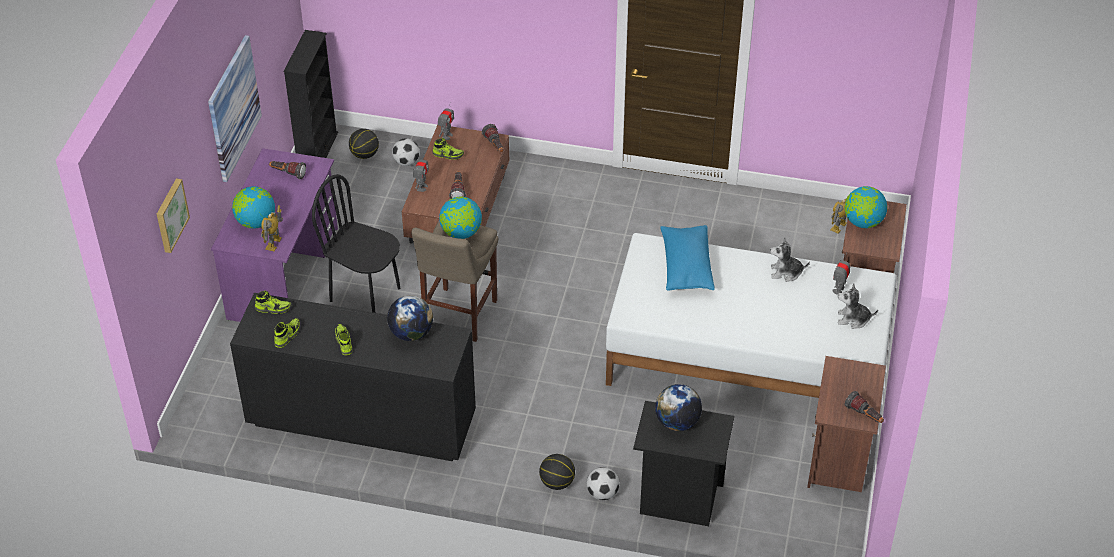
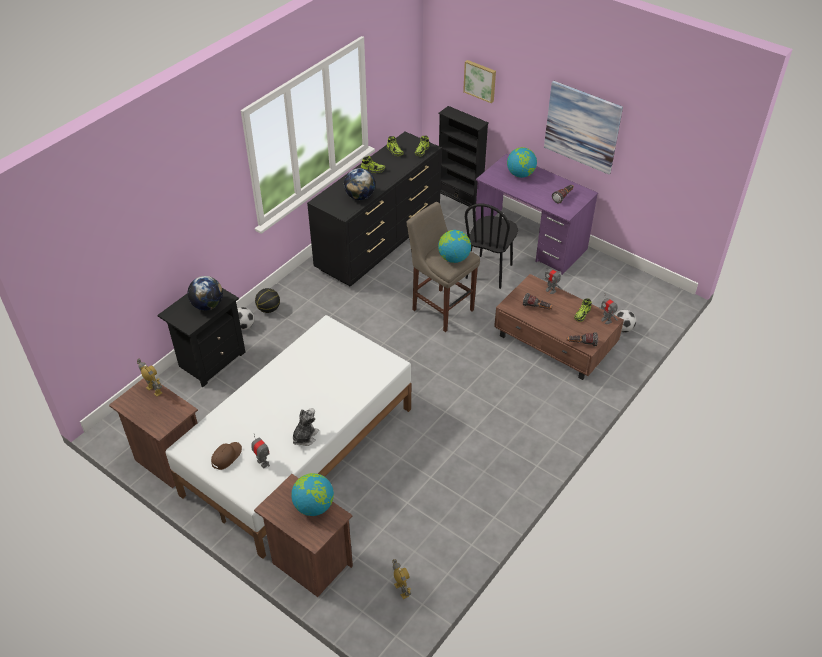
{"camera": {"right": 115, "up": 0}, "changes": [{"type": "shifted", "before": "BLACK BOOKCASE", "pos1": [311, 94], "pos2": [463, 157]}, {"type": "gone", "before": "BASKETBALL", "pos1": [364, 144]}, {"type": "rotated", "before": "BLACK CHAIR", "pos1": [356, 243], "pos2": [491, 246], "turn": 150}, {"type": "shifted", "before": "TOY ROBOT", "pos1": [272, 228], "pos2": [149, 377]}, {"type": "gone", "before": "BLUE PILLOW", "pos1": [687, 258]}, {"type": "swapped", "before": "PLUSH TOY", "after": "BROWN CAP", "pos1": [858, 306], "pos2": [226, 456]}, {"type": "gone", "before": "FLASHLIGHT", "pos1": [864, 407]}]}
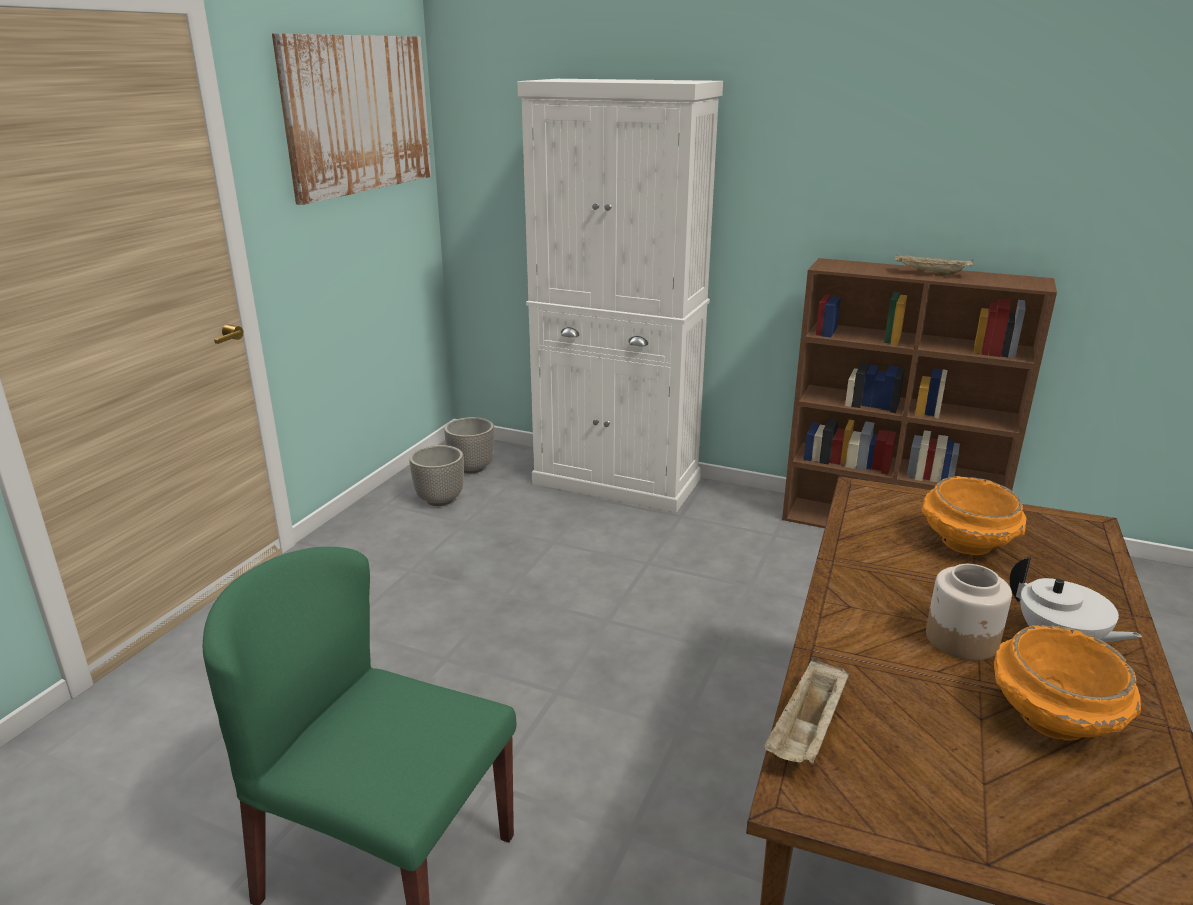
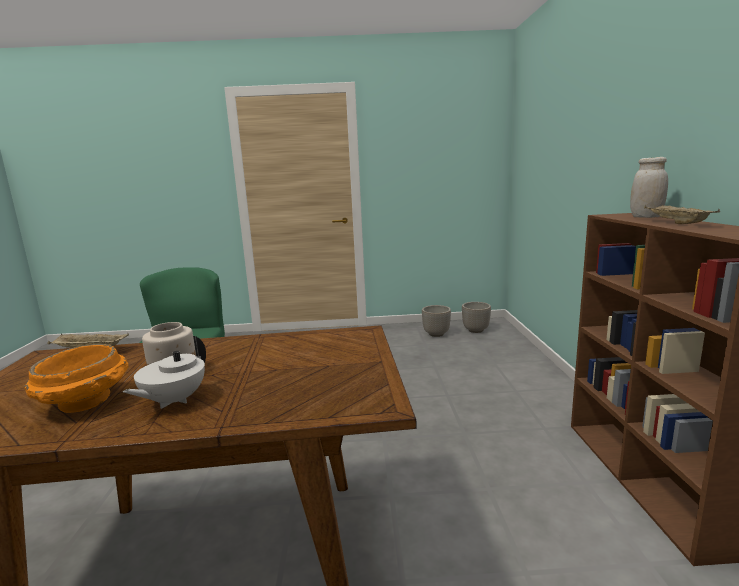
{"camera": {"right": 65, "up": -10}, "changes": [{"type": "gone", "before": "PICTURE", "pos1": [352, 119]}, {"type": "gone", "before": "WHITE CABINET", "pos1": [620, 296]}, {"type": "gone", "before": "ORANGE BOWL", "pos1": [974, 515]}, {"type": "new", "after": "WHITE JAR", "pos2": [649, 187]}]}
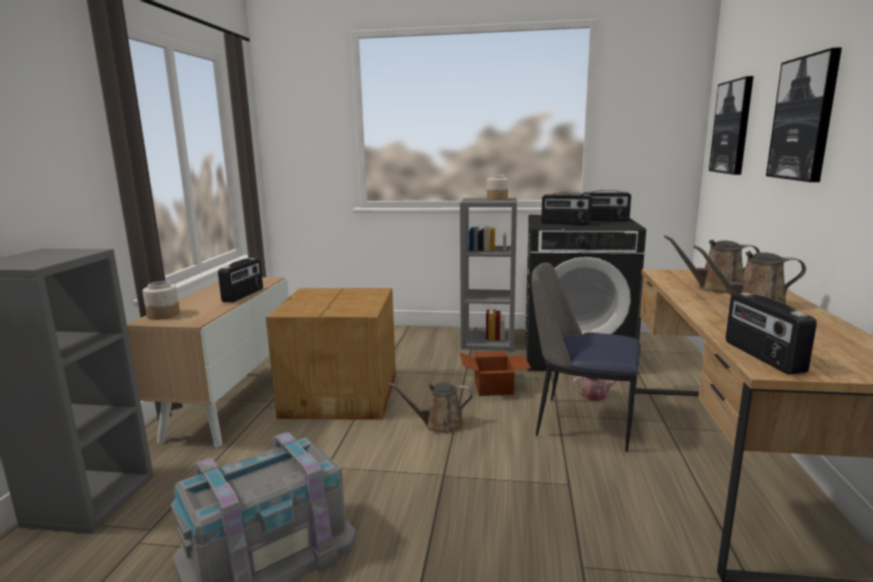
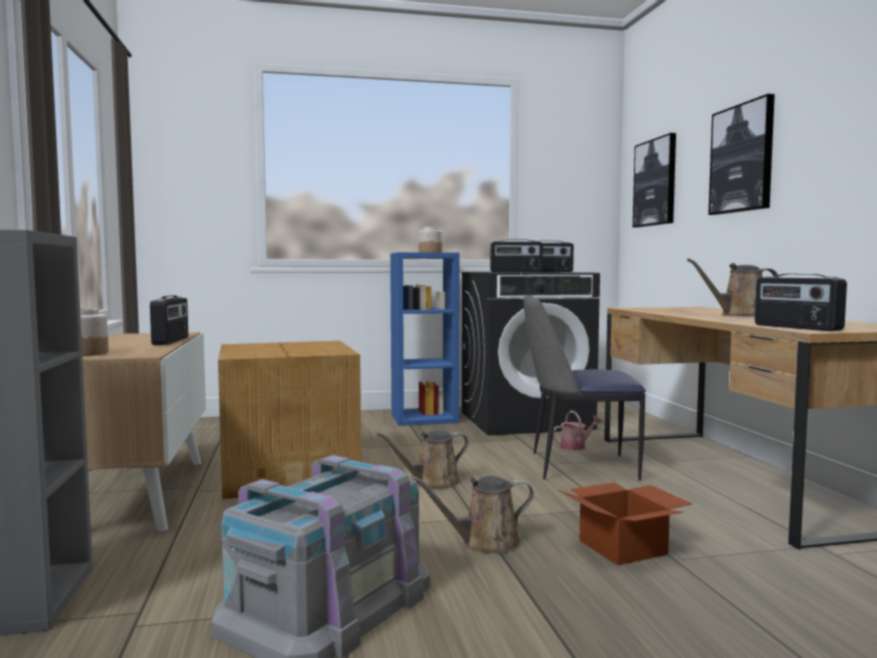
{"camera": {"right": -20, "up": -10}, "changes": [{"type": "repainted", "before": "GREY BOOKCASE", "after": "BLUE BOOKCASE", "pos1": [488, 274], "pos2": [425, 339]}, {"type": "shifted", "before": "BROWN WATERING CAN", "pos1": [712, 264], "pos2": [472, 514]}, {"type": "shifted", "before": "CARDBOARD BOX", "pos1": [495, 373], "pos2": [625, 523]}]}
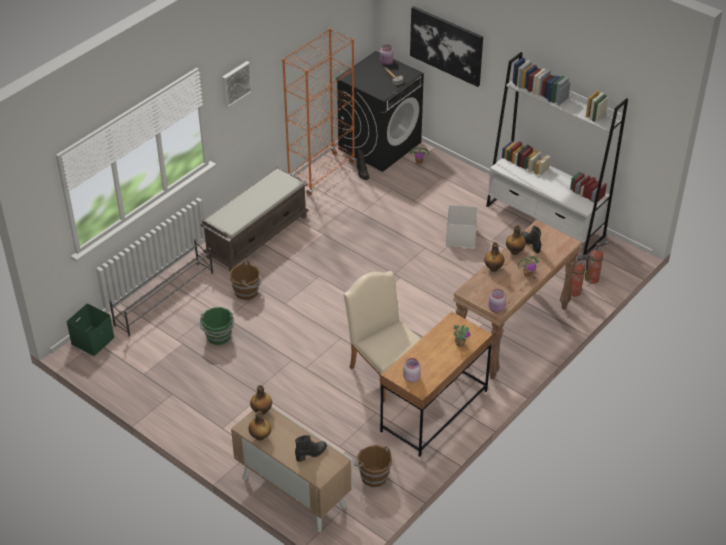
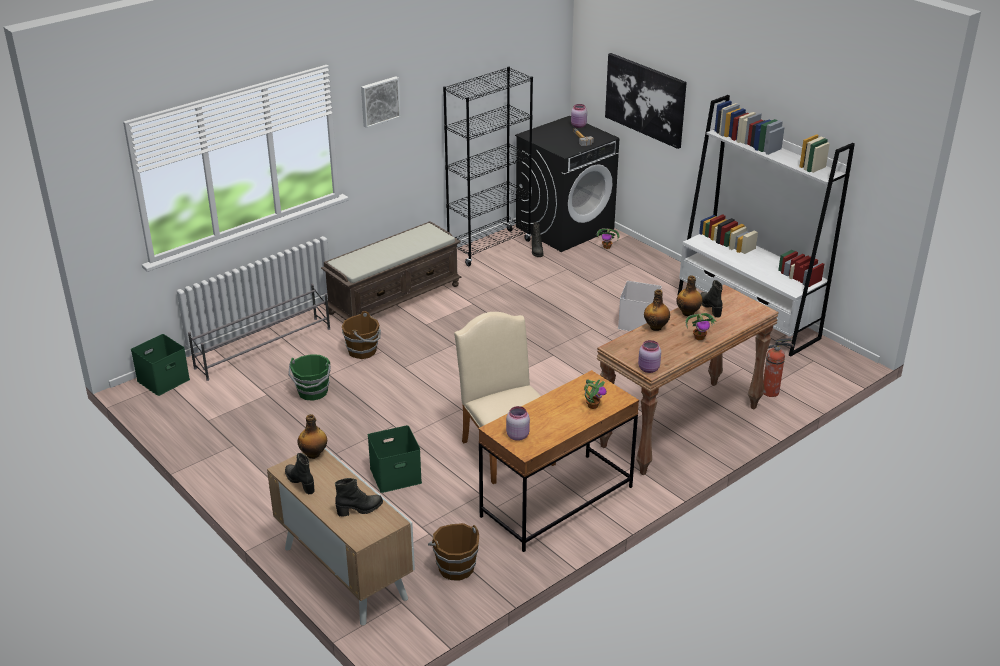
{"camera": {"right": 10, "up": -10}, "changes": [{"type": "repainted", "before": "ORANGE BOOKCASE", "after": "BLACK BOOKCASE", "pos1": [318, 112], "pos2": [488, 166]}, {"type": "gone", "before": "FIRE EXTINGUISHER", "pos1": [597, 261]}, {"type": "swapped", "before": "BOTTLE", "after": "BLACK BOOT", "pos1": [260, 426], "pos2": [299, 473]}, {"type": "new", "after": "GREEN STORAGE BOX", "pos2": [395, 459]}]}
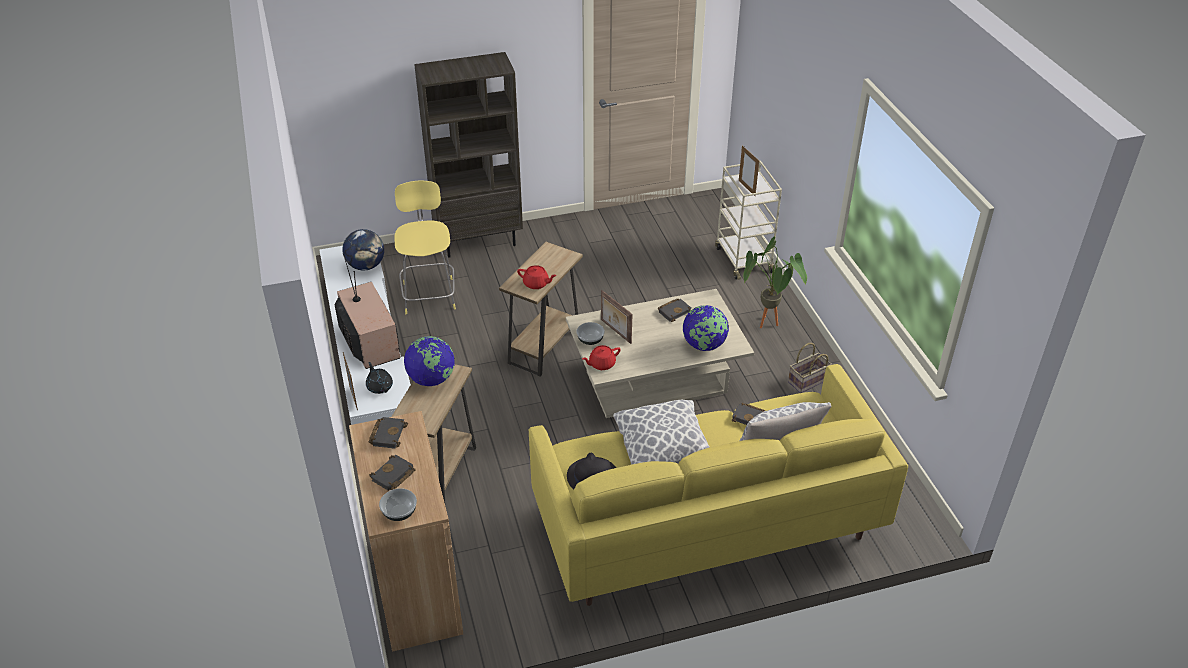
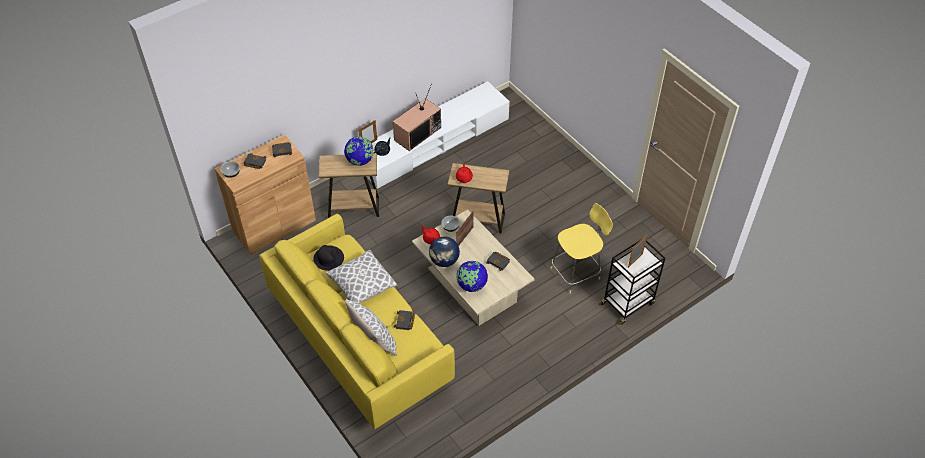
{"camera": {"right": 70, "up": 10}, "changes": [{"type": "gone", "before": "BROWN BOOKCASE", "pos1": [468, 155]}, {"type": "repainted", "before": "BEIGE CART", "after": "BLACK CART", "pos1": [748, 220], "pos2": [632, 282]}, {"type": "shifted", "before": "YELLOW STOOL", "pos1": [425, 247], "pos2": [581, 248]}, {"type": "shifted", "before": "GLOBE", "pos1": [363, 249], "pos2": [444, 251]}, {"type": "gone", "before": "POTTED PLANT", "pos1": [775, 282]}, {"type": "gone", "before": "BASKET", "pos1": [810, 368]}]}
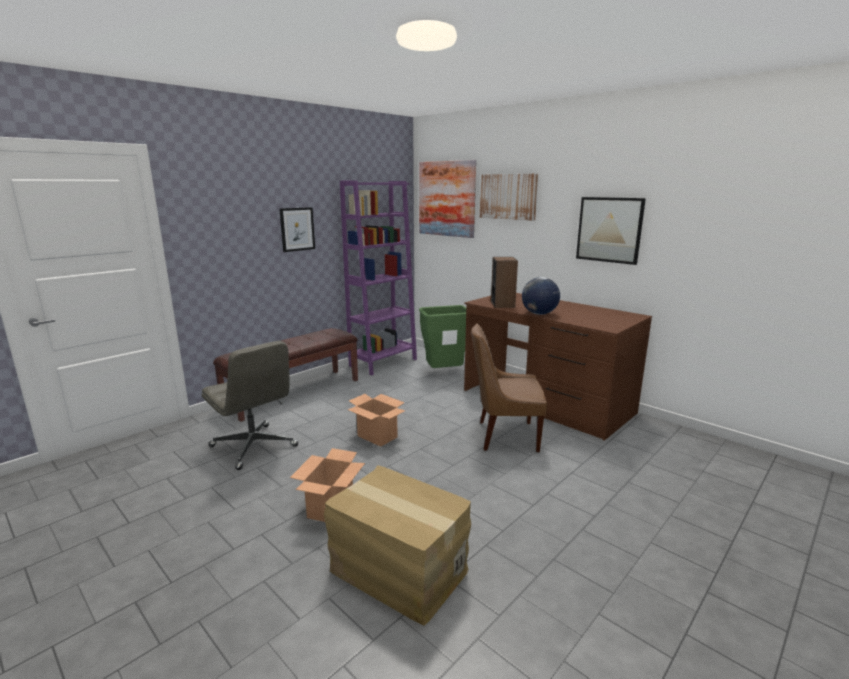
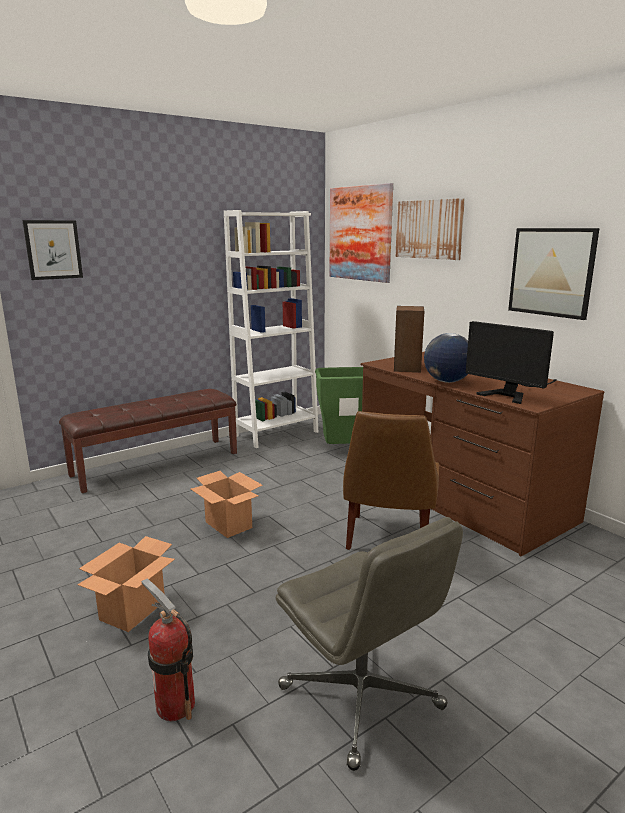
{"camera": {"right": 10, "up": 0}, "changes": [{"type": "repainted", "before": "PURPLE BOOKCASE", "after": "WHITE BOOKCASE", "pos1": [378, 278], "pos2": [271, 329]}, {"type": "shifted", "before": "PICTURE", "pos1": [297, 229], "pos2": [52, 250]}, {"type": "rotated", "before": "BROWN CHAIR", "pos1": [509, 387], "pos2": [391, 480], "turn": -90}, {"type": "shifted", "before": "GREY OFFICE CHAIR", "pos1": [250, 405], "pos2": [369, 644]}, {"type": "swapped", "before": "CARDBOARD BOX", "after": "FIRE EXTINGUISHER", "pos1": [397, 545], "pos2": [168, 649]}, {"type": "new", "after": "MONITOR", "pos2": [511, 362]}]}
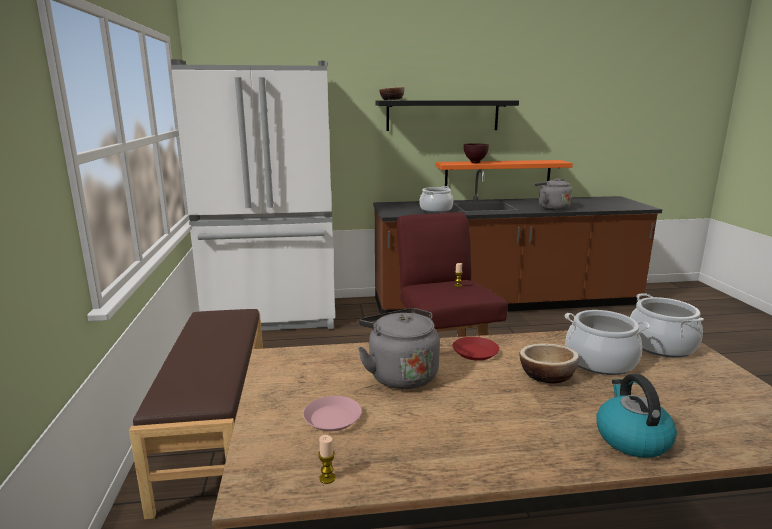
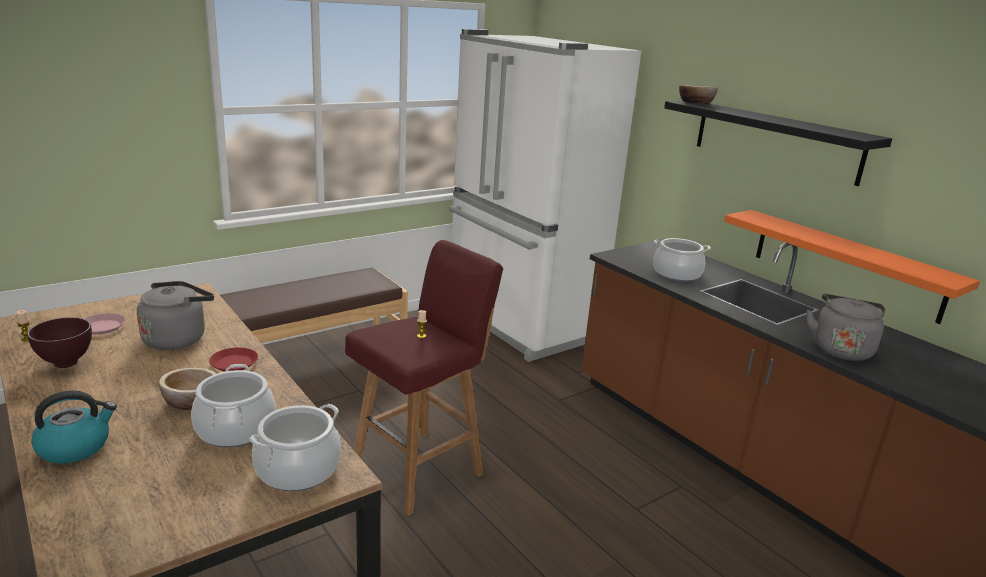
{"camera": {"right": 60, "up": 5}, "changes": [{"type": "shifted", "before": "BROWN BOWL", "pos1": [476, 153], "pos2": [59, 342]}]}
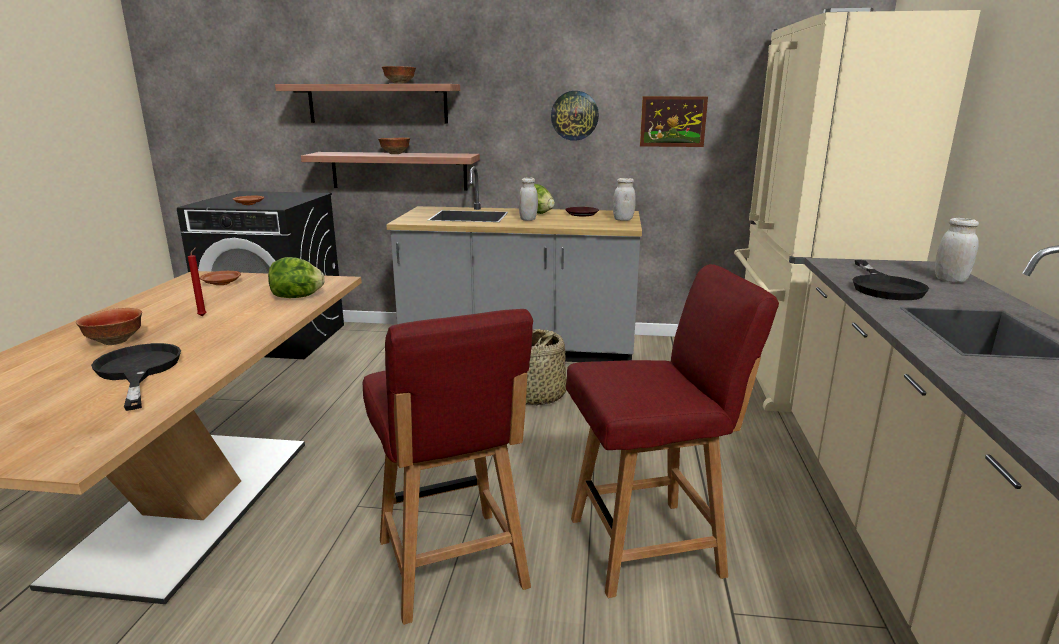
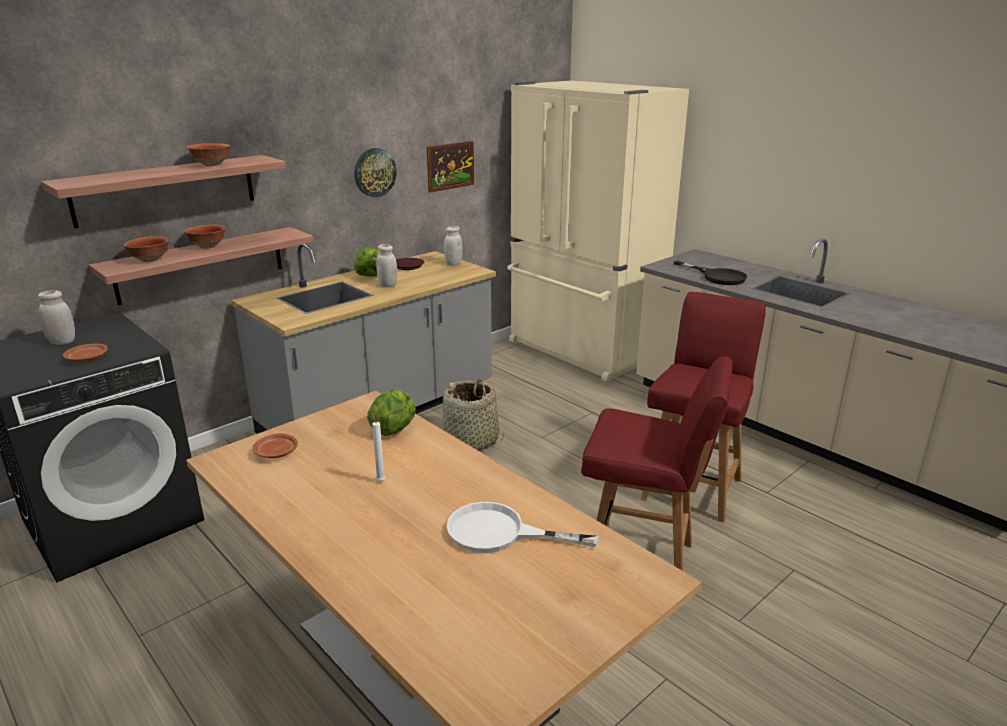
{"camera": {"right": -50, "up": 5}, "changes": [{"type": "shifted", "before": "WHITE JAR", "pos1": [957, 250], "pos2": [56, 317]}, {"type": "repainted", "before": "RED CANDLE", "after": "WHITE CANDLE", "pos1": [197, 281], "pos2": [378, 447]}, {"type": "shifted", "before": "BOWL", "pos1": [109, 326], "pos2": [146, 249]}, {"type": "repainted", "before": "BLACK FRYING PAN", "after": "WHITE FRYING PAN", "pos1": [136, 377], "pos2": [522, 527]}]}
